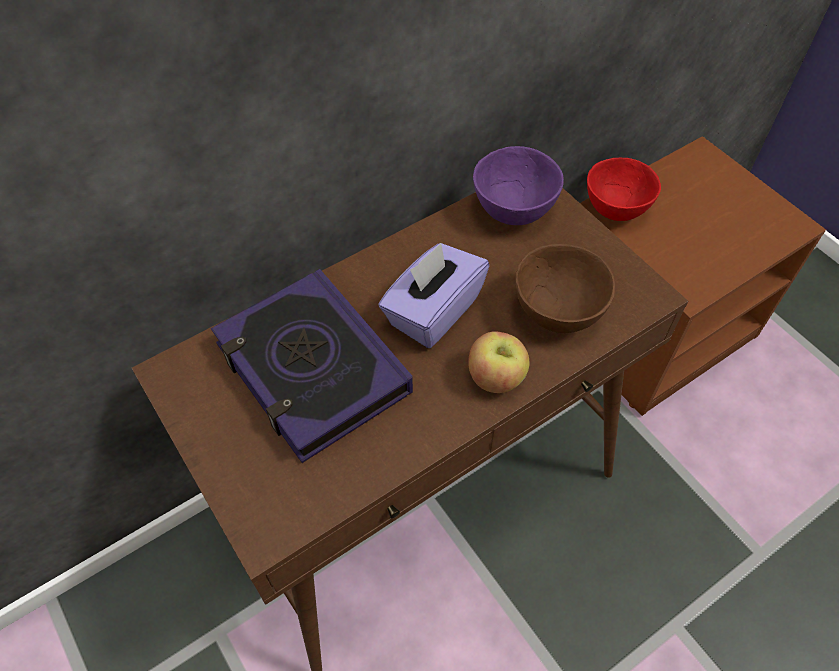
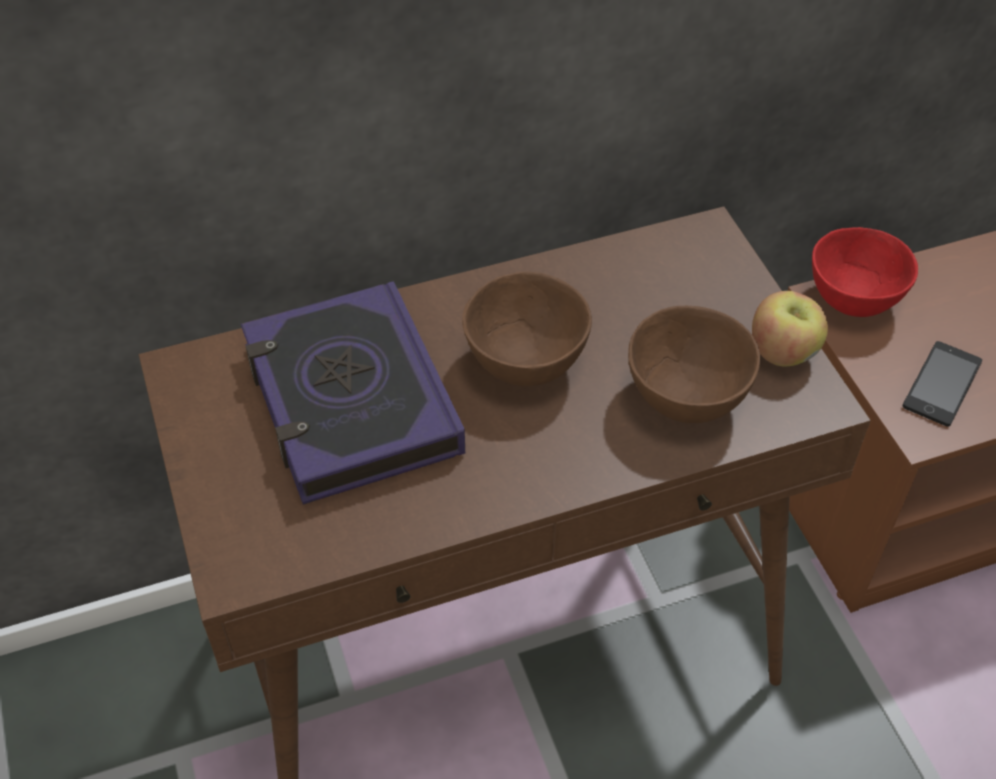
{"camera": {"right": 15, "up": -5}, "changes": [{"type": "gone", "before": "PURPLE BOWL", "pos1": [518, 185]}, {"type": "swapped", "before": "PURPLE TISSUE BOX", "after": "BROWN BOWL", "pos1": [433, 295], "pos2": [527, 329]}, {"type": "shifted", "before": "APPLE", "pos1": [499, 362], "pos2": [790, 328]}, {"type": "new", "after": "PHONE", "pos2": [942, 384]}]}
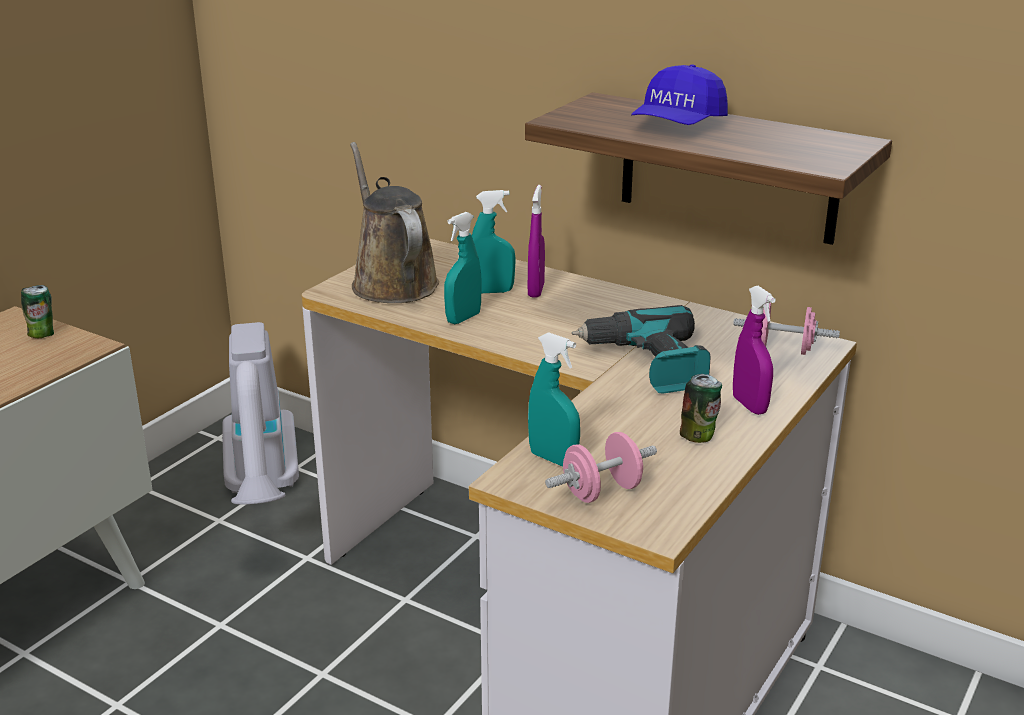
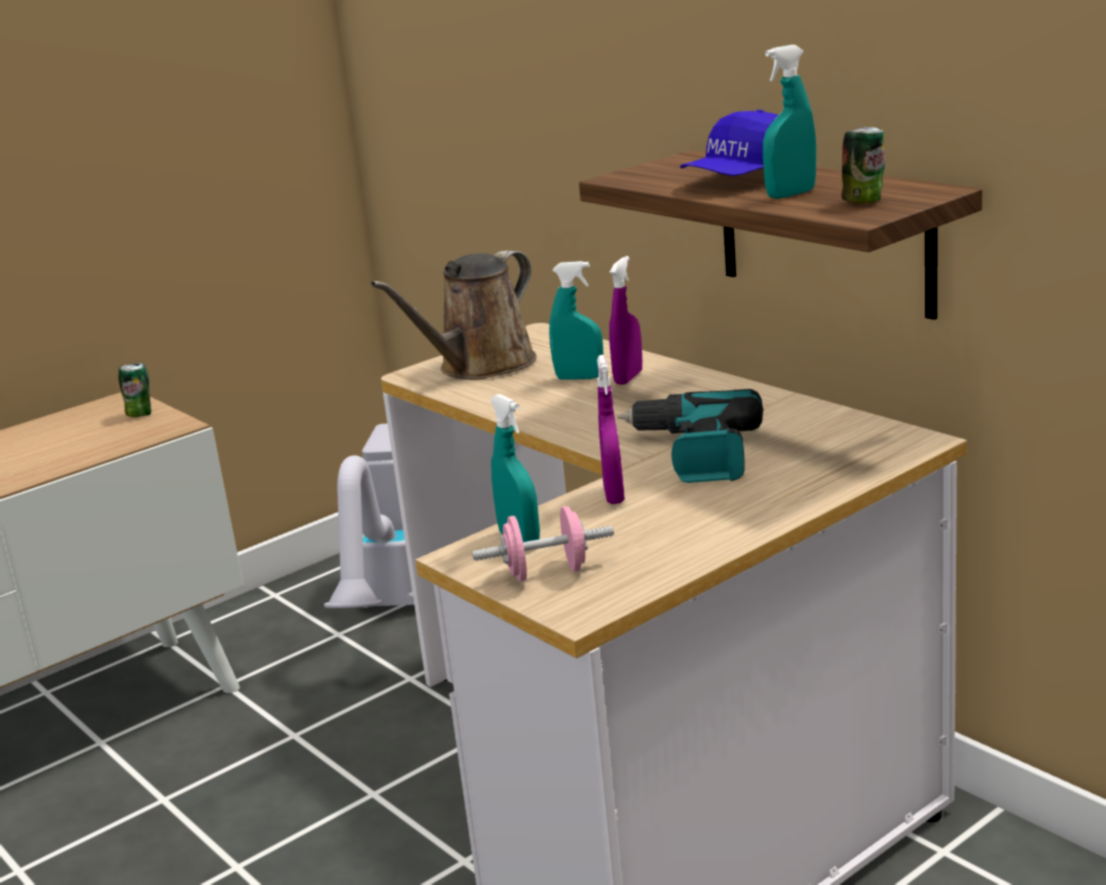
{"camera": {"right": 20, "up": -5}, "changes": [{"type": "rotated", "before": "BROWN WATERING CAN", "pos1": [394, 222], "pos2": [454, 315], "turn": -135}, {"type": "shifted", "before": "TURQUOISE SPRAY BOTTLE", "pos1": [463, 268], "pos2": [789, 122]}, {"type": "shifted", "before": "PURPLE SPRAY BOTTLE", "pos1": [754, 350], "pos2": [611, 429]}, {"type": "gone", "before": "PINK DUMBBELL", "pos1": [786, 329]}, {"type": "shifted", "before": "CAN", "pos1": [701, 408], "pos2": [863, 165]}]}
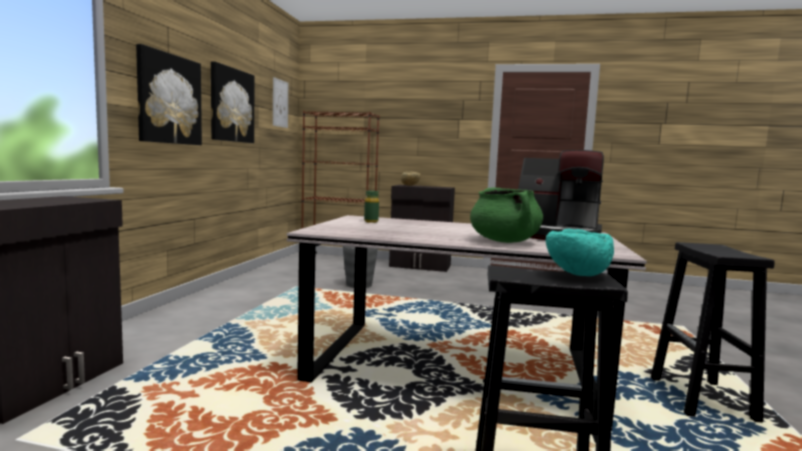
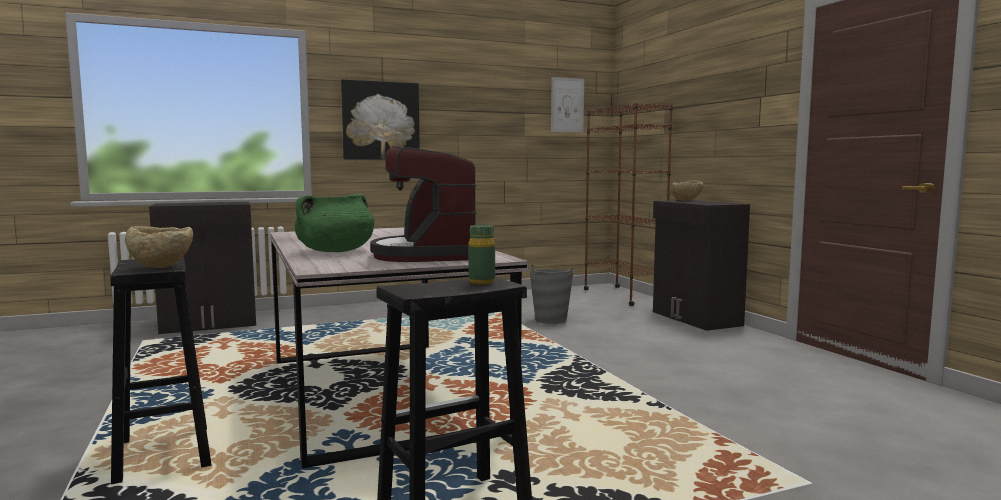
{"camera": {"right": 55, "up": 0}, "changes": [{"type": "gone", "before": "PICTURE", "pos1": [232, 102]}, {"type": "shifted", "before": "GREEN BOTTLE", "pos1": [371, 207], "pos2": [481, 255]}, {"type": "repainted", "before": "TURQUOISE BOWL", "after": "BEIGE BOWL", "pos1": [580, 252], "pos2": [159, 247]}]}
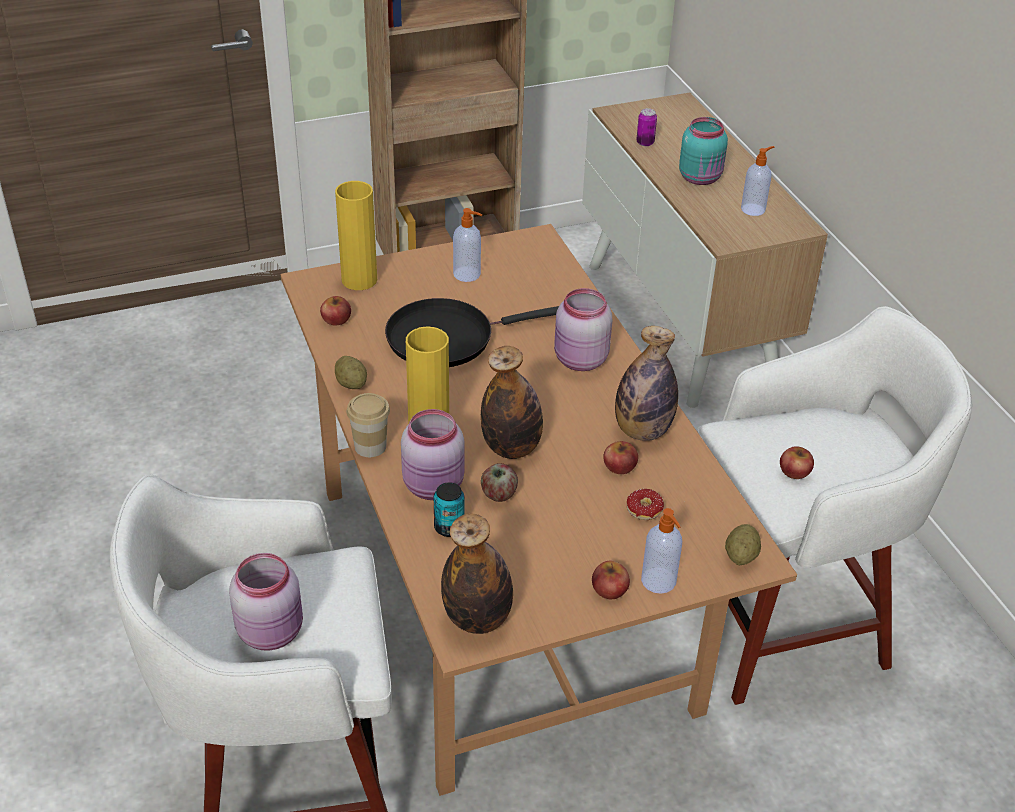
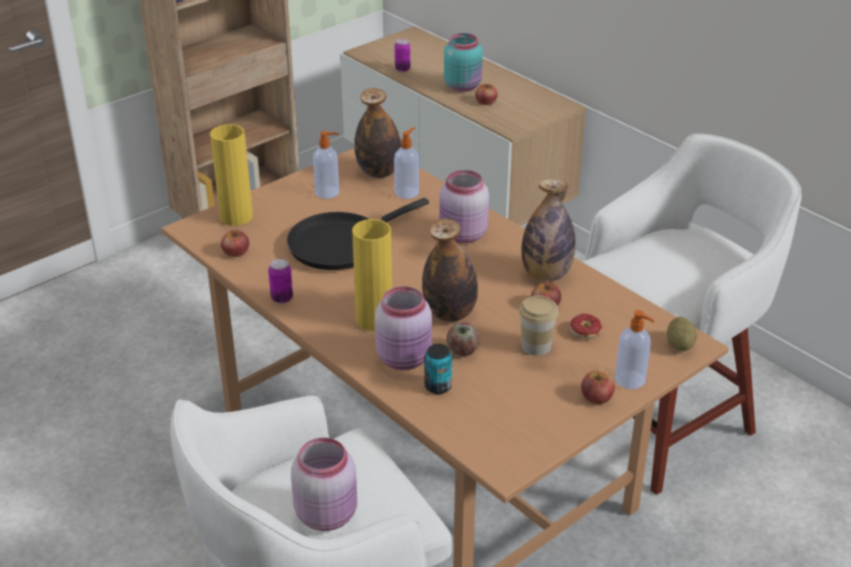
{"camera": {"right": -20, "up": -5}, "changes": [{"type": "shifted", "before": "SOAP DISPENSER", "pos1": [757, 181], "pos2": [406, 163]}, {"type": "swapped", "before": "POTATO", "after": "CAN", "pos1": [351, 372], "pos2": [280, 281]}, {"type": "shifted", "before": "CUP", "pos1": [368, 425], "pos2": [539, 326]}, {"type": "shifted", "before": "APPLE", "pos1": [797, 462], "pos2": [486, 94]}, {"type": "shifted", "before": "BOTTLE", "pos1": [477, 574], "pos2": [377, 133]}]}
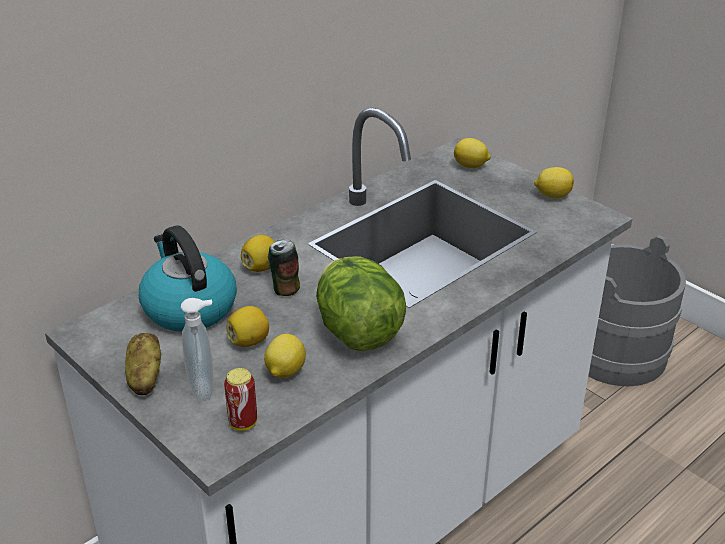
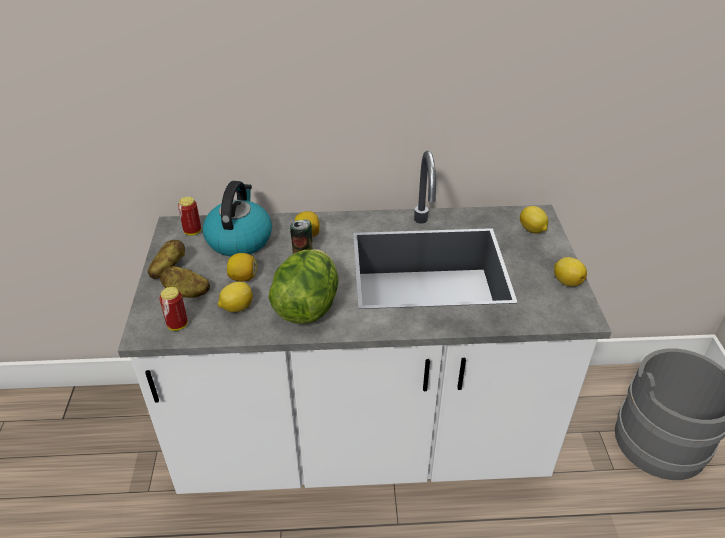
{"camera": {"right": 40, "up": 5}, "changes": [{"type": "swapped", "before": "SOAP DISPENSER", "after": "POTATO", "pos1": [197, 349], "pos2": [185, 282]}, {"type": "new", "after": "CAN", "pos2": [189, 216]}]}
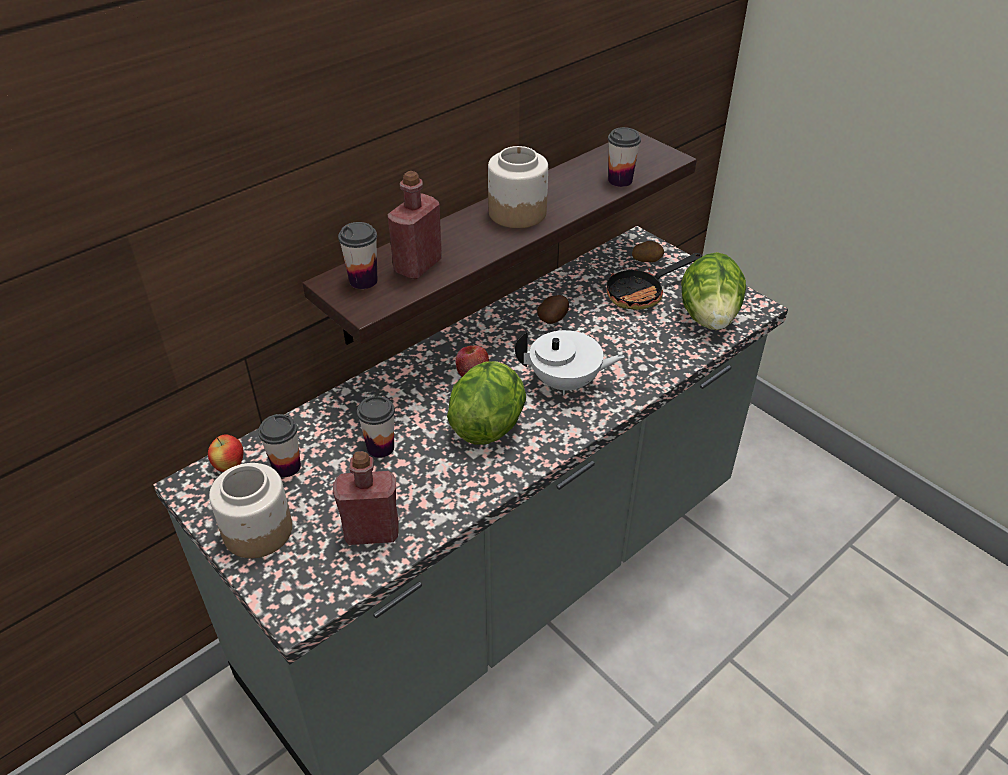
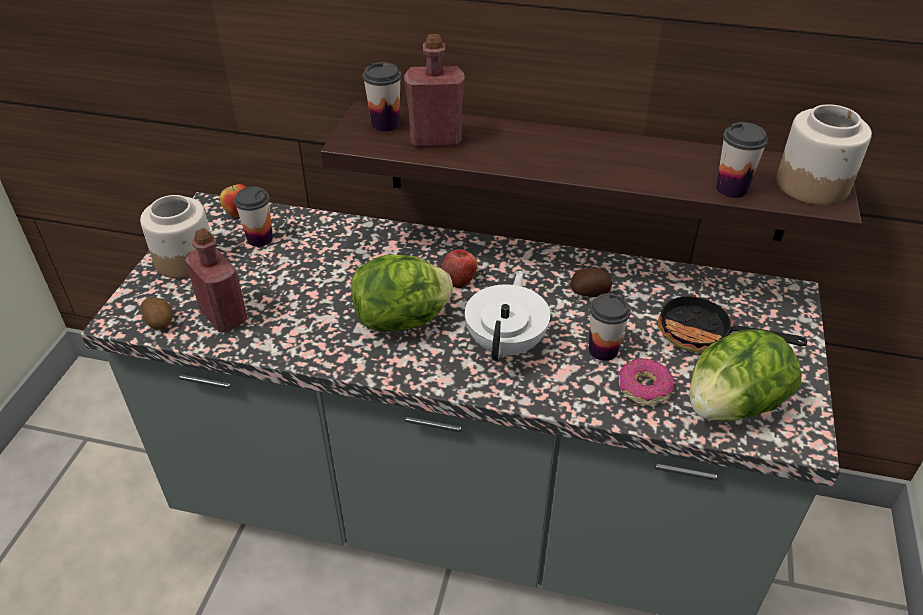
{"camera": {"right": 55, "up": 0}, "changes": [{"type": "shifted", "before": "JAR", "pos1": [518, 187], "pos2": [824, 154]}, {"type": "shifted", "before": "POTATO", "pos1": [648, 251], "pos2": [157, 313]}, {"type": "rotated", "before": "WHITE TEAPOT", "pos1": [570, 362], "pos2": [507, 316], "turn": -135}, {"type": "shifted", "before": "CUP", "pos1": [376, 427], "pos2": [610, 327]}, {"type": "new", "after": "DONUT", "pos2": [646, 382]}]}
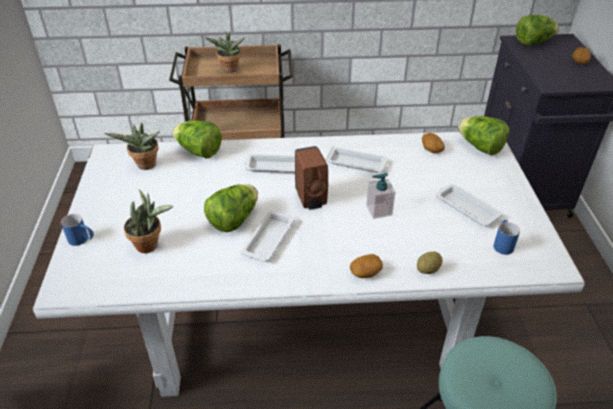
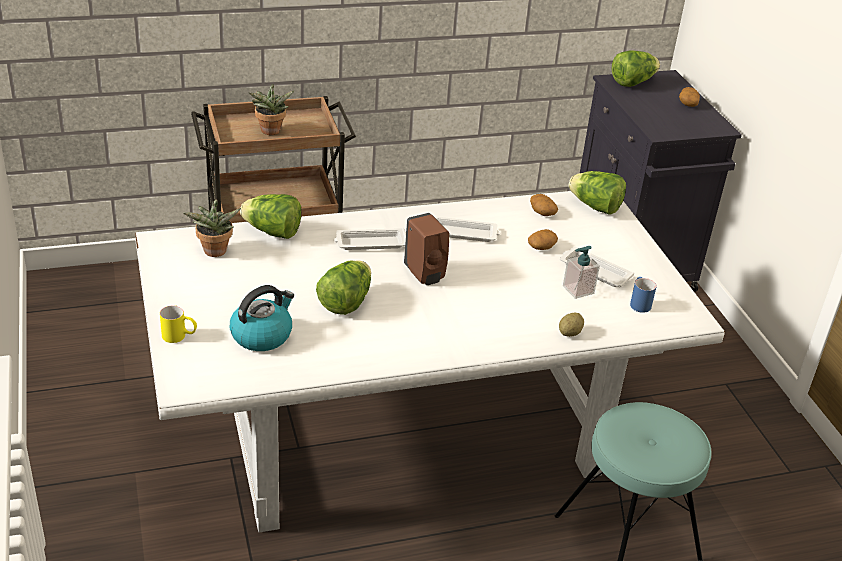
{"camera": {"right": -15, "up": -5}, "changes": [{"type": "shifted", "before": "SOAP DISPENSER", "pos1": [380, 196], "pos2": [581, 272]}, {"type": "swapped", "before": "POTTED PLANT", "after": "KETTLE", "pos1": [148, 221], "pos2": [262, 318]}, {"type": "gone", "before": "WHITE TRAY", "pos1": [267, 236]}, {"type": "repainted", "before": "BLUE MUG", "after": "YELLOW MUG", "pos1": [77, 230], "pos2": [178, 324]}, {"type": "shifted", "before": "POTATO", "pos1": [366, 266], "pos2": [543, 239]}]}
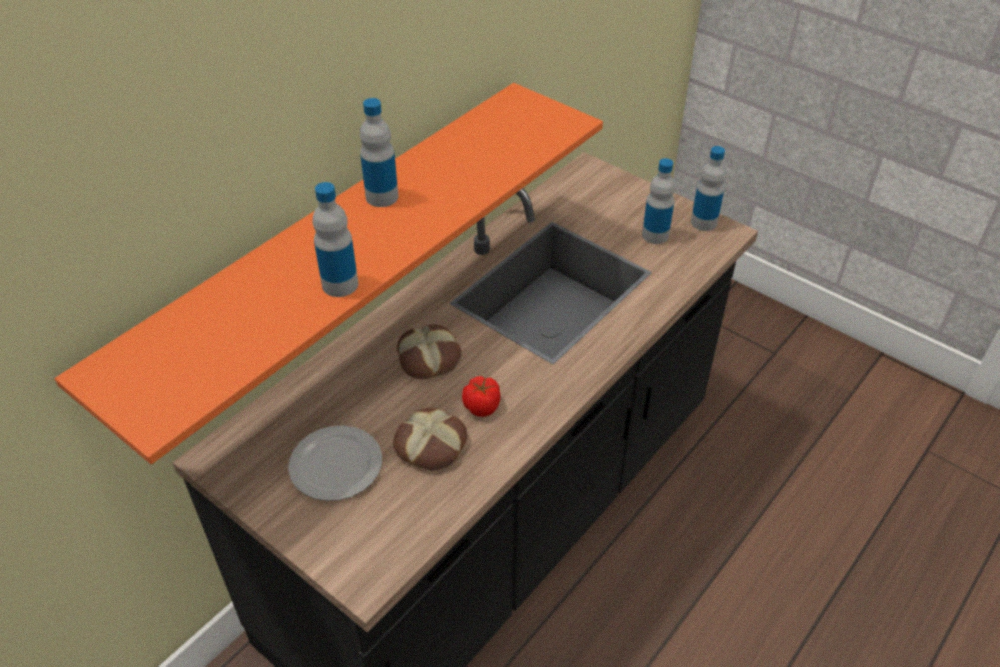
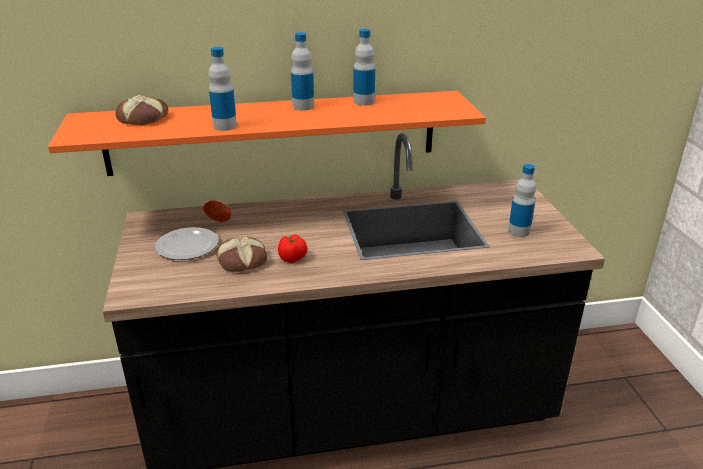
{"camera": {"right": 40, "up": -15}, "changes": [{"type": "shifted", "before": "BOTTLE", "pos1": [708, 188], "pos2": [364, 67]}, {"type": "shifted", "before": "BREAD", "pos1": [429, 351], "pos2": [141, 109]}, {"type": "new", "after": "POTATO", "pos2": [217, 211]}]}
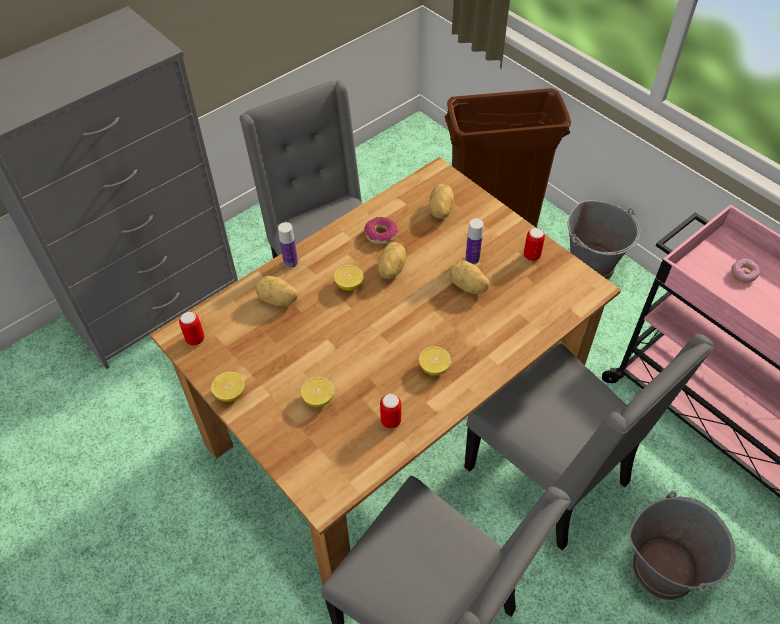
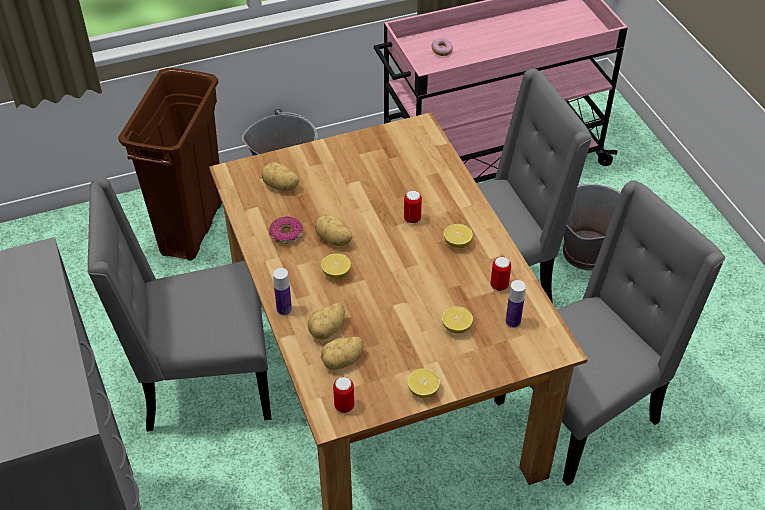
{"camera": {"right": -70, "up": -5}, "changes": [{"type": "shifted", "before": "BOTTLE", "pos1": [474, 242], "pos2": [515, 304]}, {"type": "shifted", "before": "CAN", "pos1": [534, 244], "pos2": [413, 207]}, {"type": "shifted", "before": "POTATO", "pos1": [470, 277], "pos2": [342, 353]}]}
